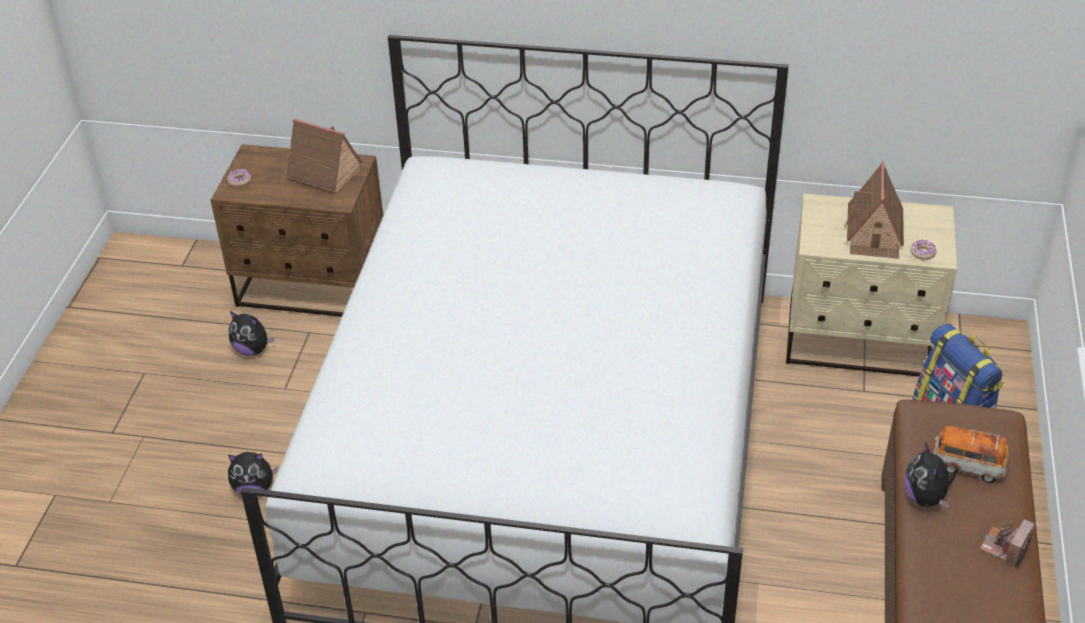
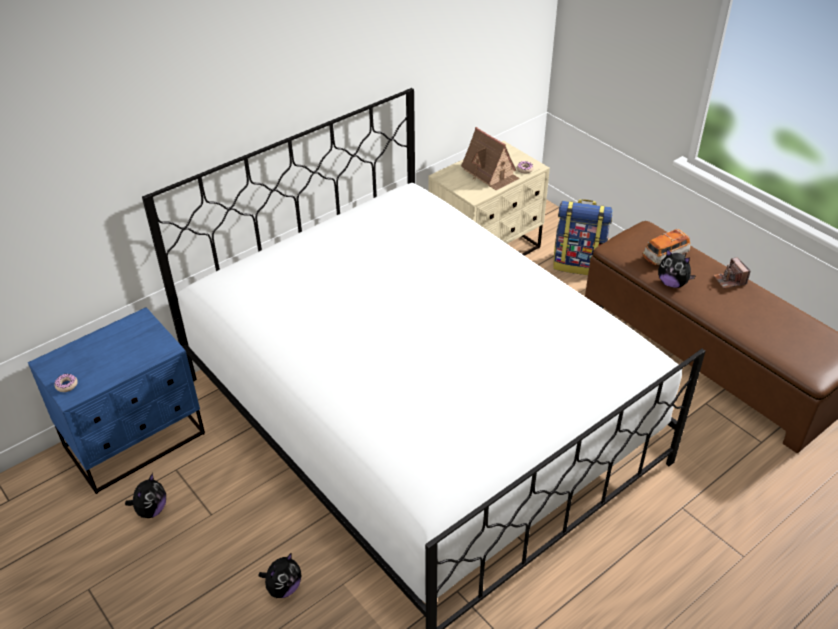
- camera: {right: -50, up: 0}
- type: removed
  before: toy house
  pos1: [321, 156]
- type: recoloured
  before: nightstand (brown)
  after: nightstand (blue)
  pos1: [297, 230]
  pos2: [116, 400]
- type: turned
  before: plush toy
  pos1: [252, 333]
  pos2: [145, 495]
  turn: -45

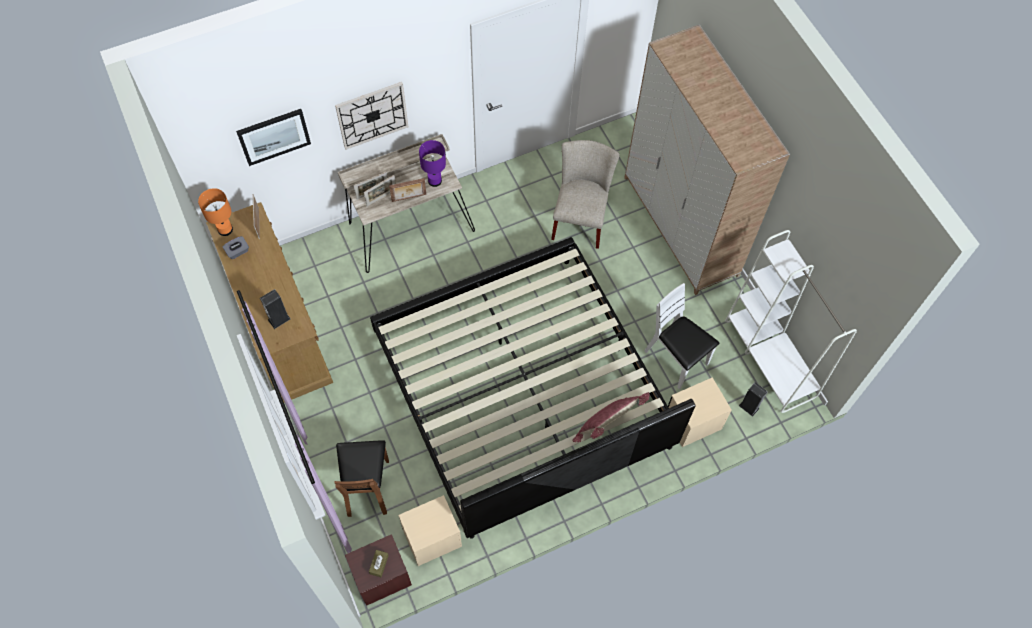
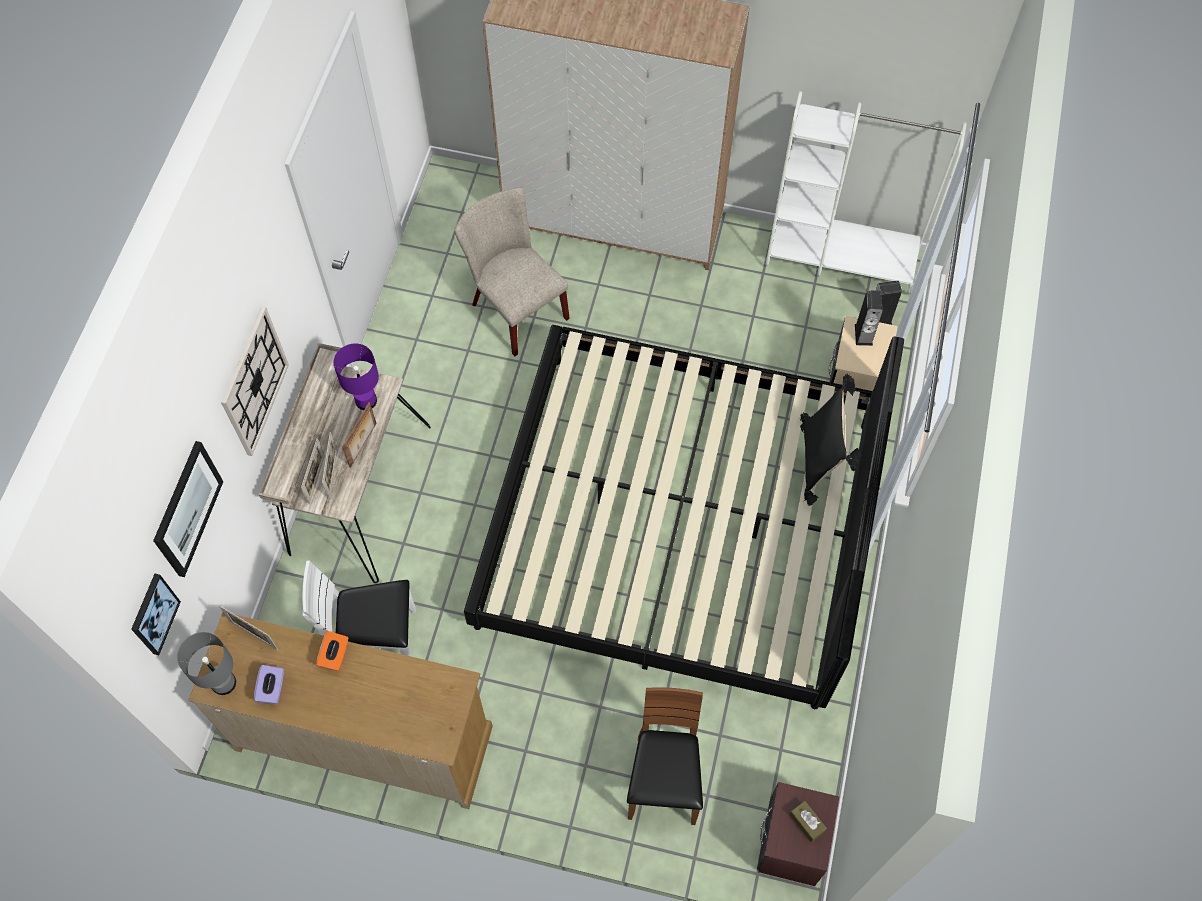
- camera: {right: -50, up: 0}
- type: removed
  before: nightstand (beige)
  pos1: [430, 530]
- type: added
  after: picture
  pos2: [156, 614]
- type: added
  after: tissue box (orange)
  pos2: [332, 651]
- type: moved
  before: speaker
  pos1: [275, 309]
  pos2: [869, 318]
- type: moved
  before: chair (white)
  pos1: [681, 336]
  pos2: [359, 608]
- type: recoloured
  before: table lamp (orange)
  after: table lamp (grey)
  pos1: [215, 212]
  pos2: [206, 663]
- type: recoloured
  before: tissue box (grey)
  after: tissue box (purple)
  pos1: [235, 247]
  pos2: [269, 684]
- type: recoloured
  before: pillow (red)
  after: pillow (black)
  pos1: [611, 417]
  pos2: [830, 439]
- type: turned
  before: chair (brown)
  pos1: [361, 478]
  pos2: [665, 756]
  turn: -120

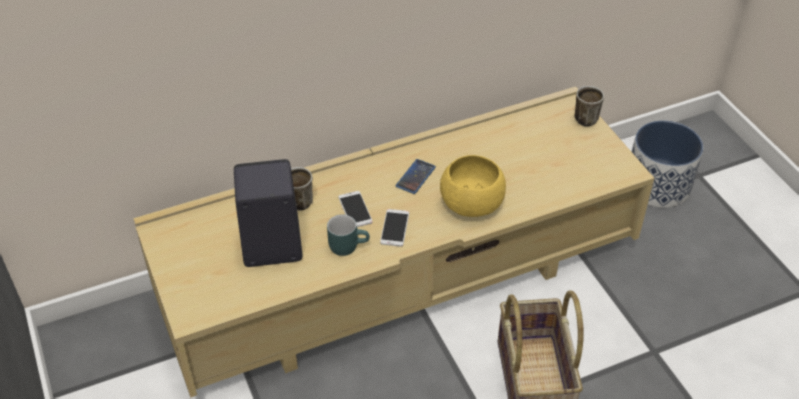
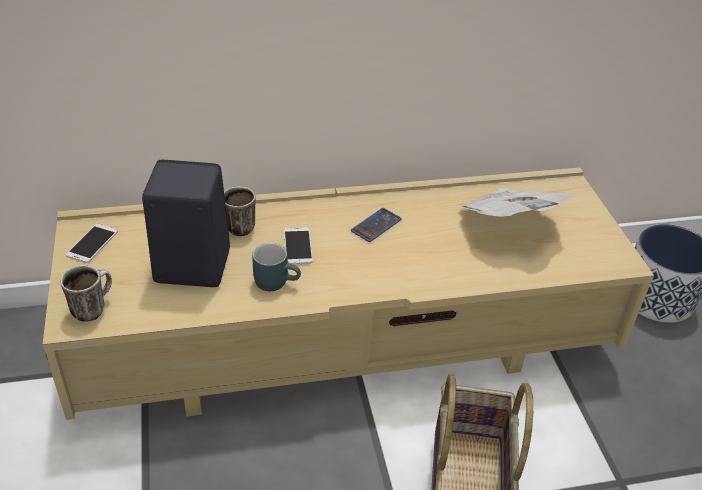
- camera: {right: 10, up: -5}
- type: removed
  before: bowl (yellow)
  pos1: [473, 186]
- type: added
  after: newspaper
  pos2: [517, 202]
- type: moved
  before: phone
  pos1: [394, 228]
  pos2: [92, 243]
- type: moved
  before: mug
  pos1: [589, 106]
  pos2: [86, 293]

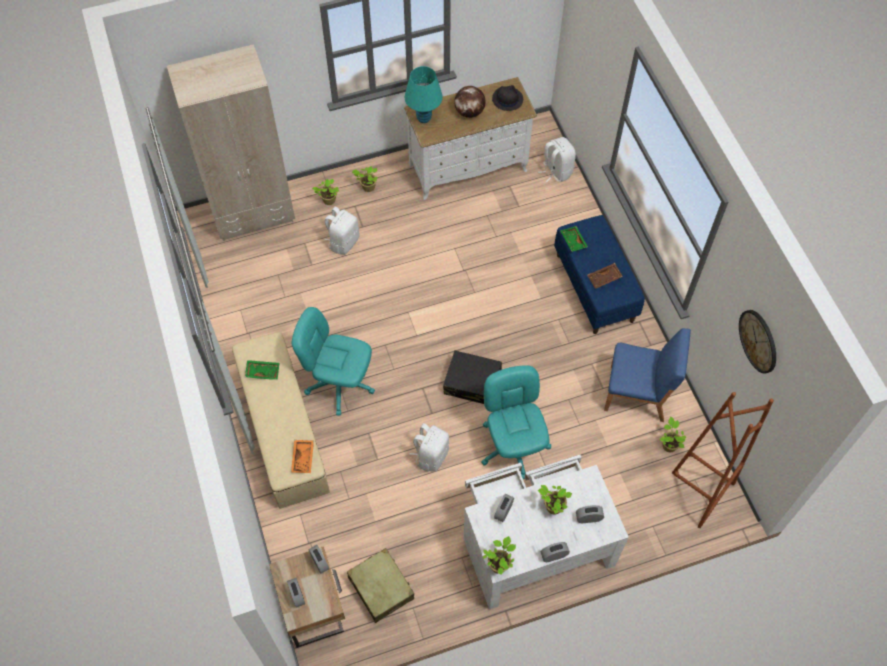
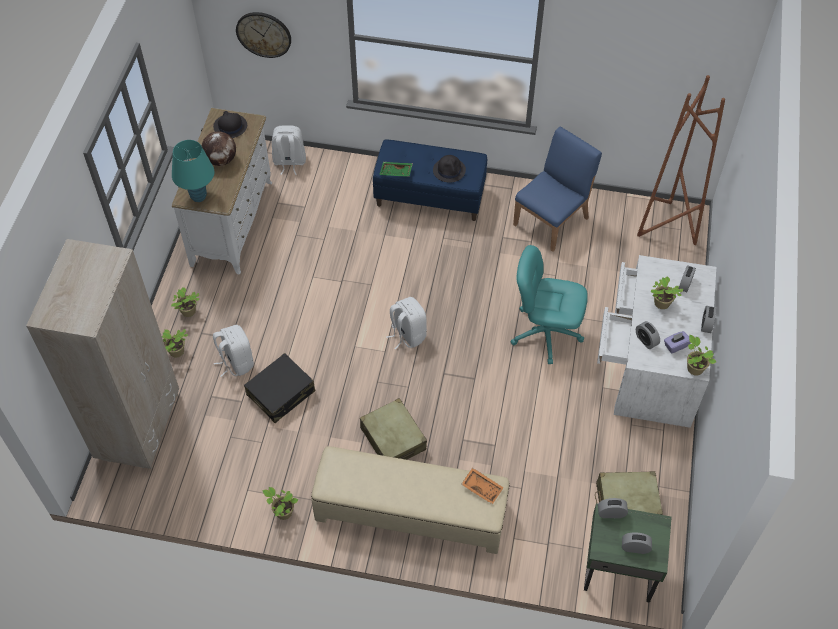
- camera: {right: -60, up: -5}
- type: removed
  before: tray (green)
  pos1: [262, 370]
- type: added
  after: tissue box (purple)
  pos2: [677, 342]
- type: moved
  before: backpack (white)
  pos1: [429, 447]
  pos2: [406, 323]
- type: moved
  before: suitcase (black)
  pos1: [472, 377]
  pos2: [279, 388]
- type: moved
  before: potted plant
  pos1: [672, 434]
  pos2: [281, 503]
- type: moved
  before: wall clock
  pos1: [757, 342]
  pos2: [263, 35]
- type: replaced
  before: office chair (turquoise)
  after: suitcase (beige)
  pos1: [333, 361]
  pos2: [393, 429]
- type: replaced
  before: tray (brown)
  after: hat (black)
  pos1: [605, 276]
  pos2: [449, 169]
- type: recoloured
  before: nightstand (beige)
  after: nightstand (green)
  pos1: [307, 597]
  pos2: [628, 553]

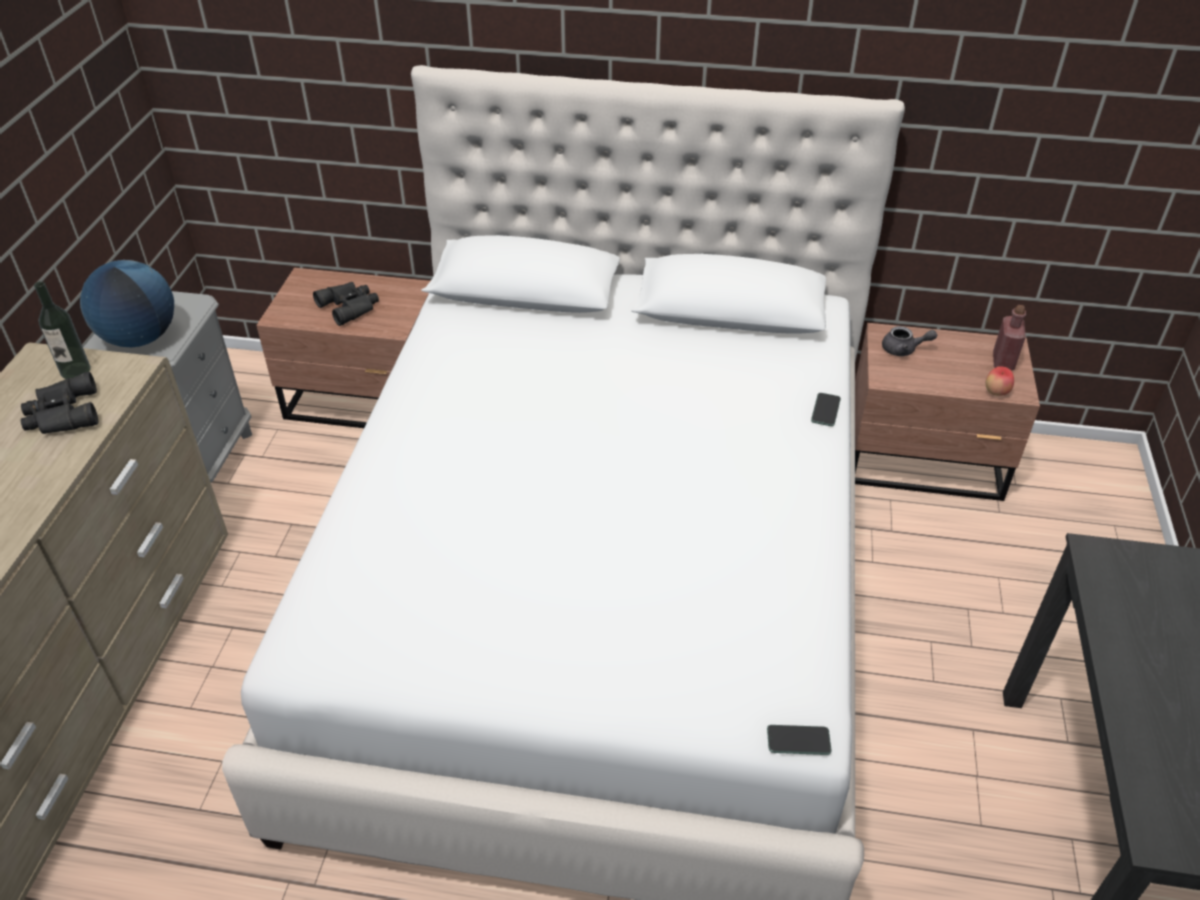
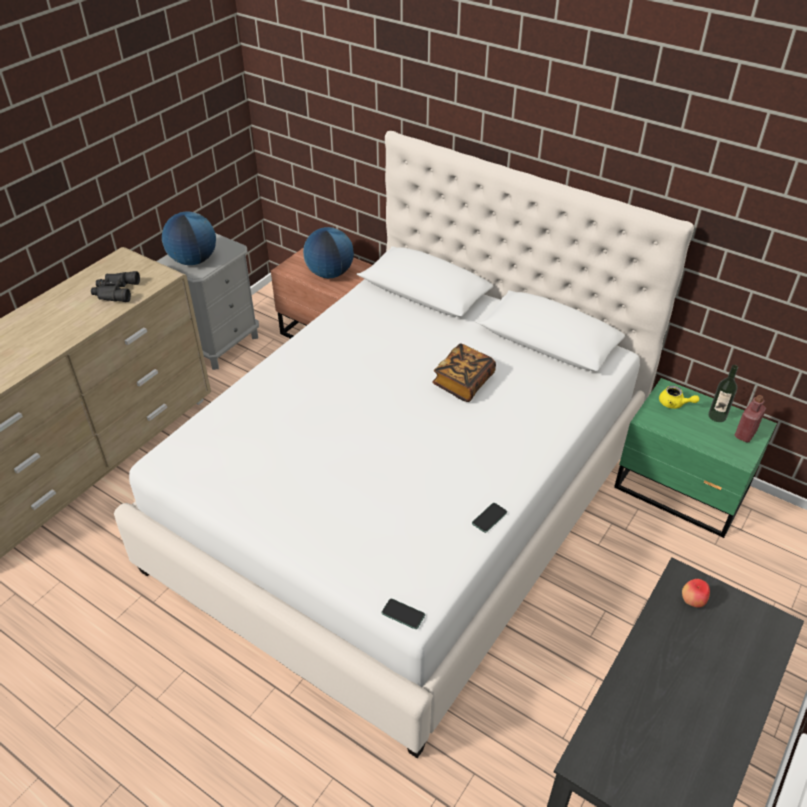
- camera: {right: 25, up: 0}
- type: added
  after: book
  pos2: [464, 372]
- type: moved
  before: bottle
  pos1: [62, 330]
  pos2: [723, 393]
- type: moved
  before: phone
  pos1: [826, 409]
  pos2: [489, 518]
- type: moved
  before: apple
  pos1: [1000, 381]
  pos2: [696, 593]
- type: replaced
  before: binoculars (black)
  after: globe
  pos1: [346, 304]
  pos2: [328, 252]
- type: recoloured
  before: nightstand (brown)
  after: nightstand (green)
  pos1: [947, 412]
  pos2: [695, 458]
- type: recoloured
  before: teapot (grey)
  after: teapot (yellow)
  pos1: [909, 341]
  pos2: [679, 397]

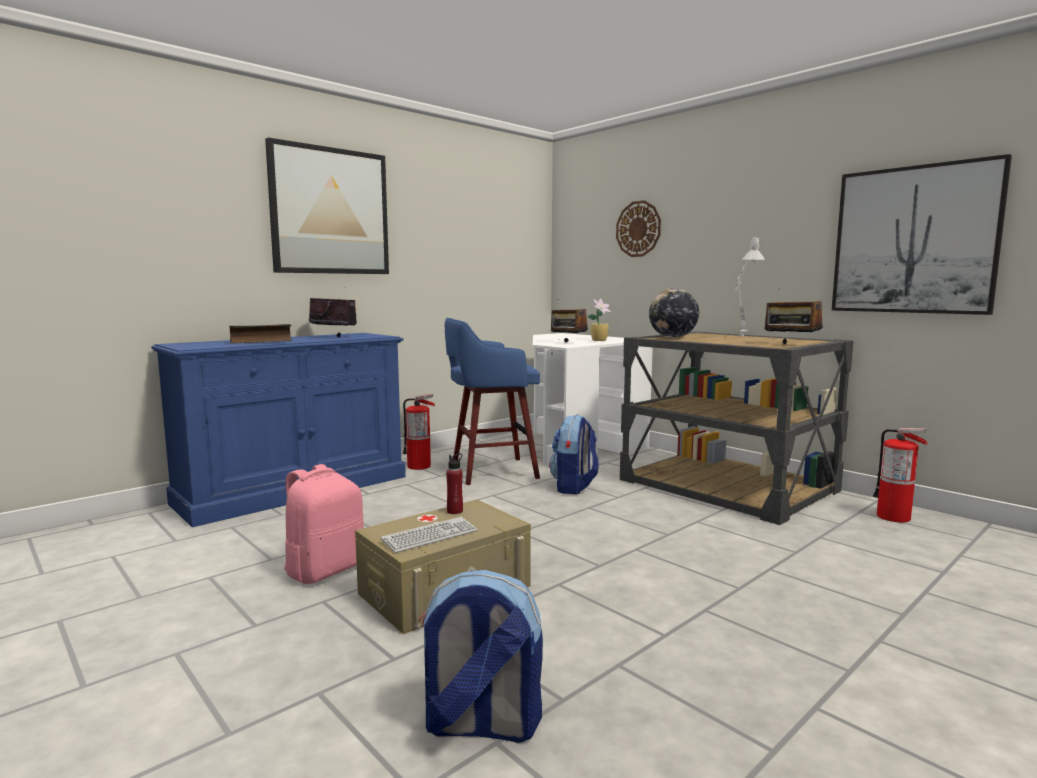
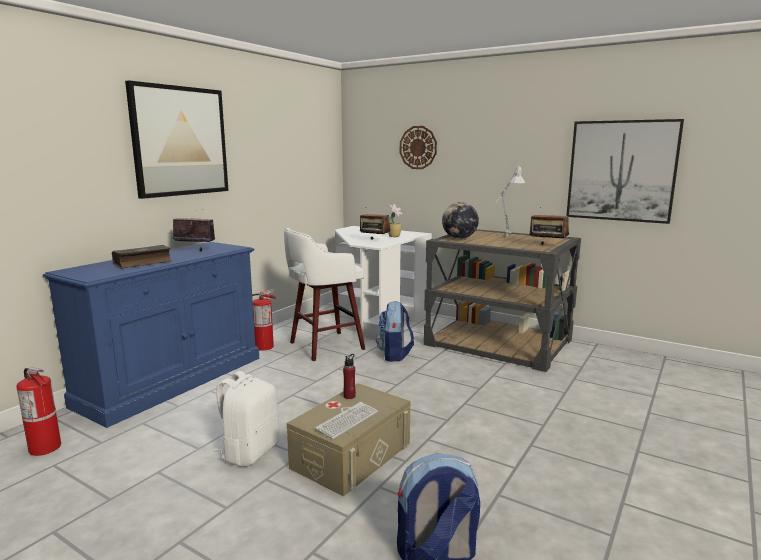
- camera: {right: -15, up: 5}
- type: moved
  before: fire extinguisher
  pos1: [900, 475]
  pos2: [38, 411]
- type: recoloured
  before: backpack (pink)
  after: backpack (white)
  pos1: [324, 524]
  pos2: [246, 419]
- type: recoloured
  before: stool (blue)
  after: stool (white)
  pos1: [492, 401]
  pos2: [324, 294]

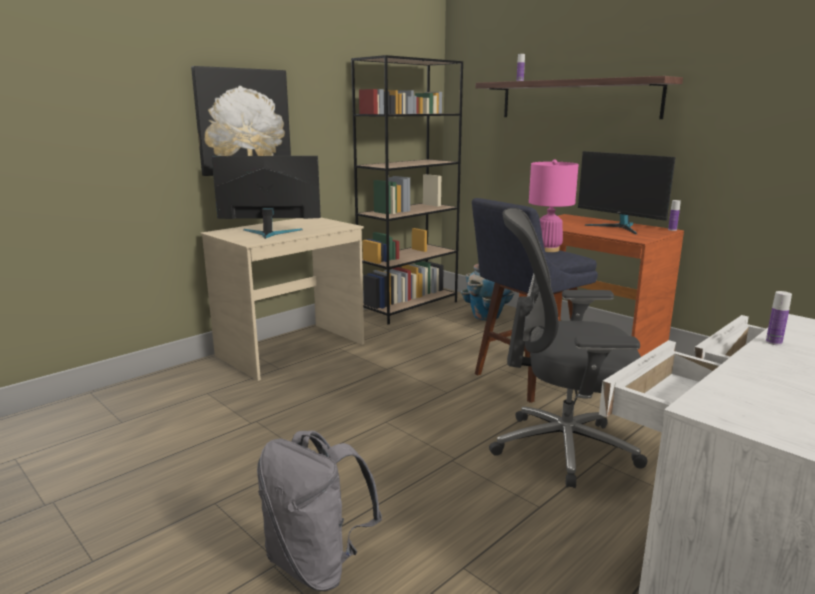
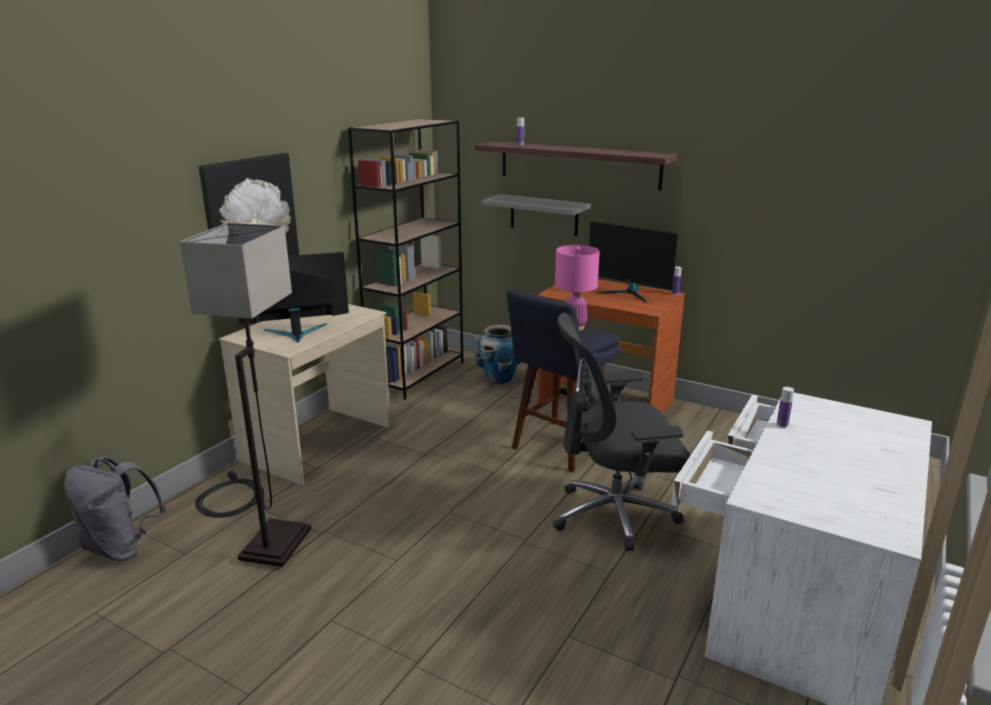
- camera: {right: -15, up: 5}
- type: added
  after: floor lamp
  pos2: [245, 395]
- type: added
  after: shelf (grey)
  pos2: [536, 215]
- type: moved
  before: backpack (grey)
  pos1: [319, 511]
  pos2: [115, 509]

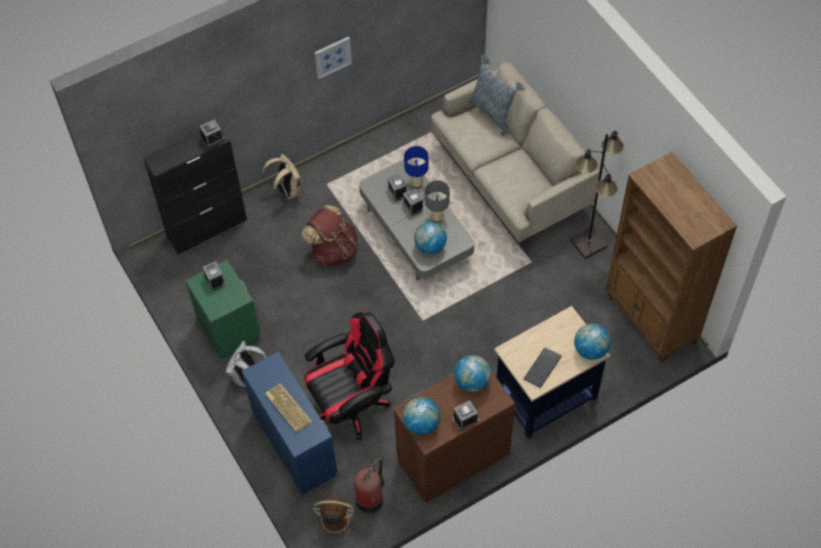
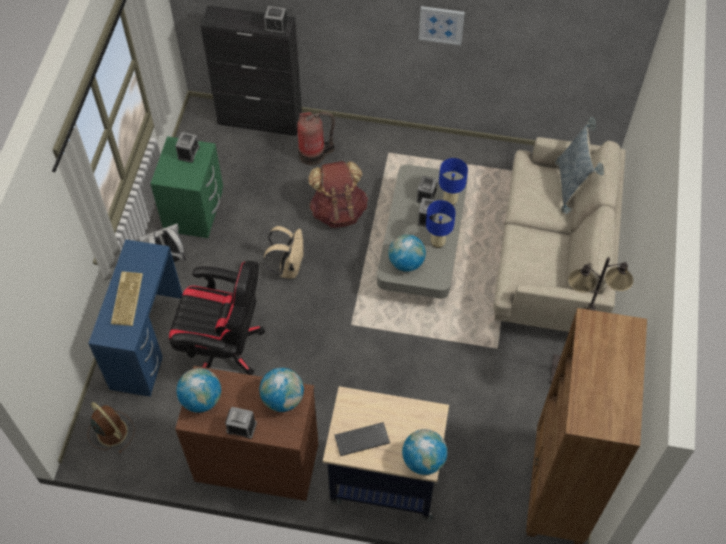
- camera: {right: 40, up: 0}
- type: moved
  before: backpack (beige)
  pos1: [282, 177]
  pos2: [283, 252]
- type: moved
  before: fire extinguisher
  pos1: [369, 485]
  pos2: [316, 138]
- type: recoloured
  before: table lamp (grey)
  after: table lamp (blue)
  pos1: [437, 201]
  pos2: [441, 224]

